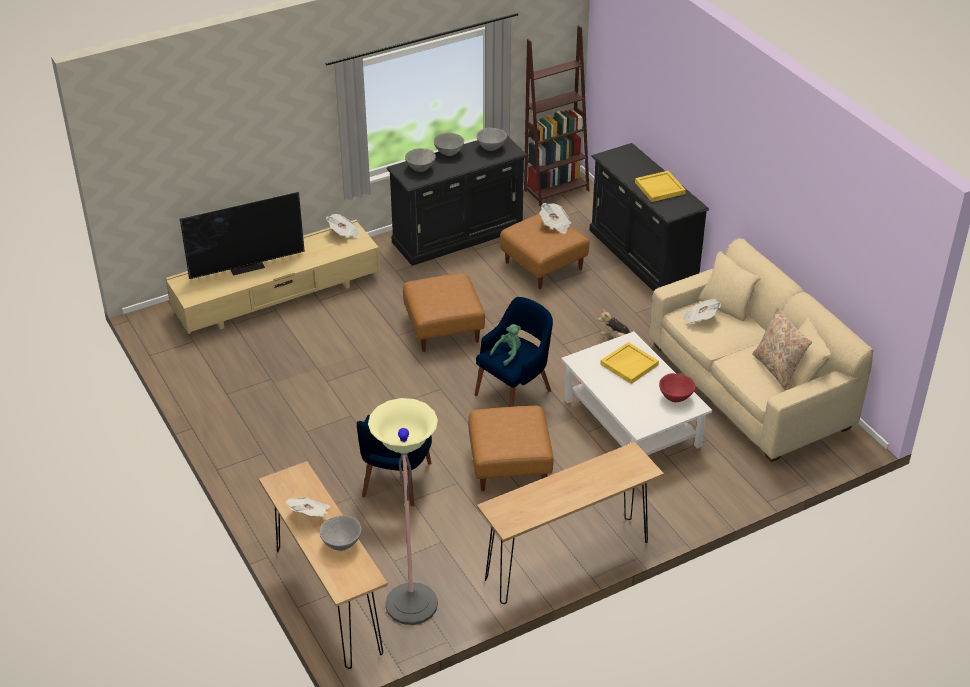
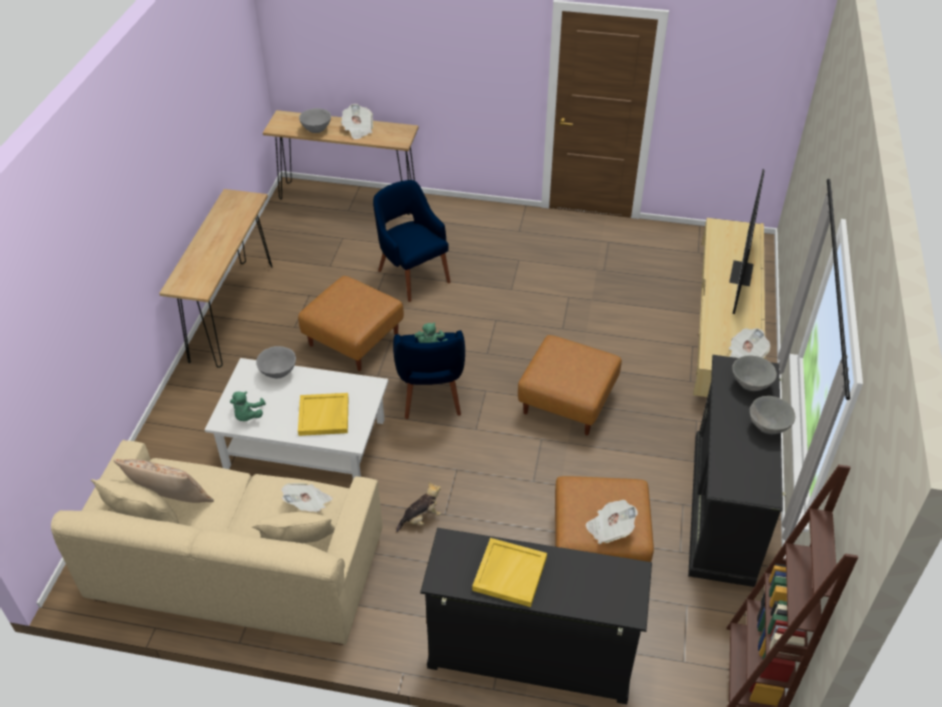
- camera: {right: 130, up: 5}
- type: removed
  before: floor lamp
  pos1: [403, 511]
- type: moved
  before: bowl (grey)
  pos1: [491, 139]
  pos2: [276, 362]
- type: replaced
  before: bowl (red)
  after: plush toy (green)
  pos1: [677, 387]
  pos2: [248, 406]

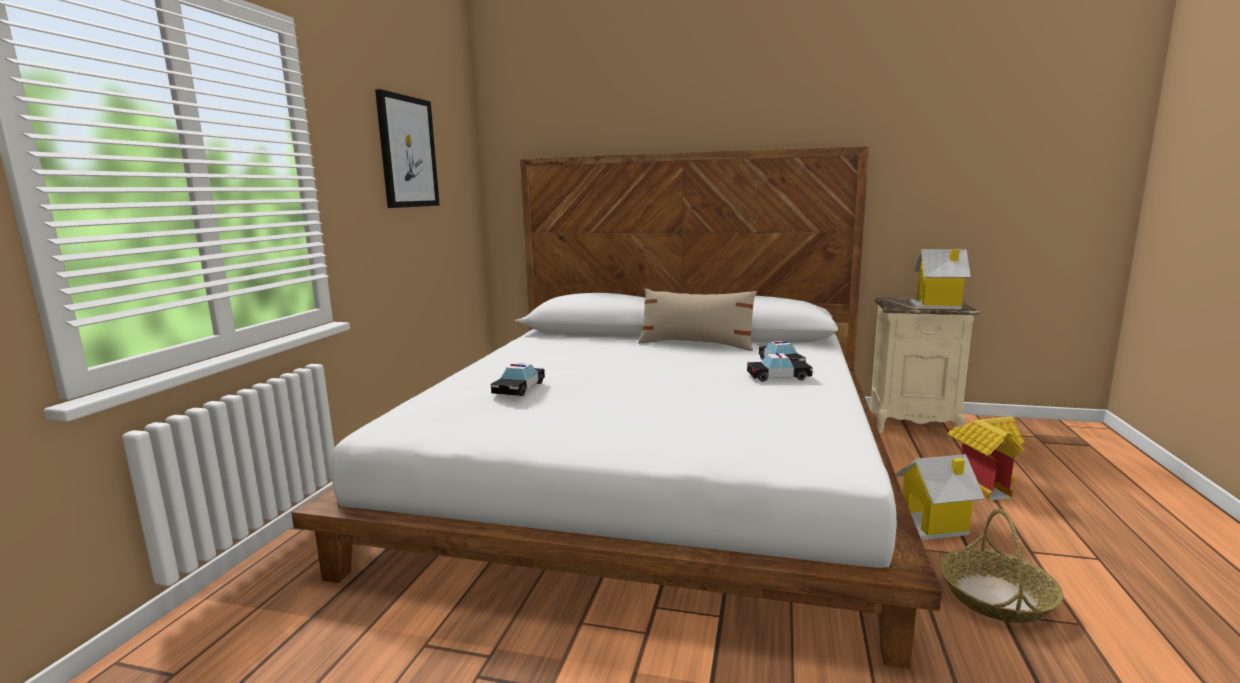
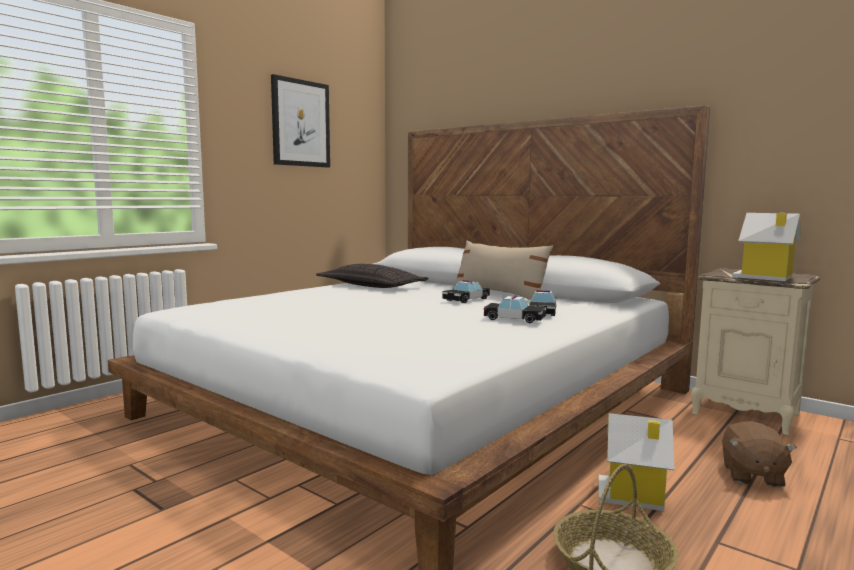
- camera: {right: 25, up: -5}
- type: added
  after: pillow
  pos2: [372, 276]
- type: moved
  before: toy car
  pos1: [518, 379]
  pos2: [466, 291]
- type: replaced
  before: toy house
  after: plush toy (brown)
  pos1: [986, 459]
  pos2: [759, 454]

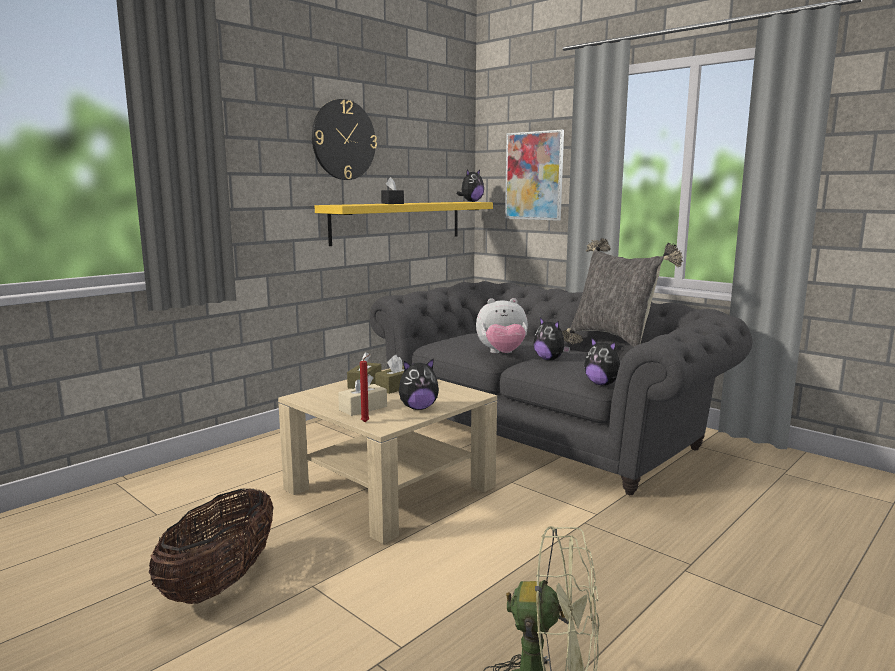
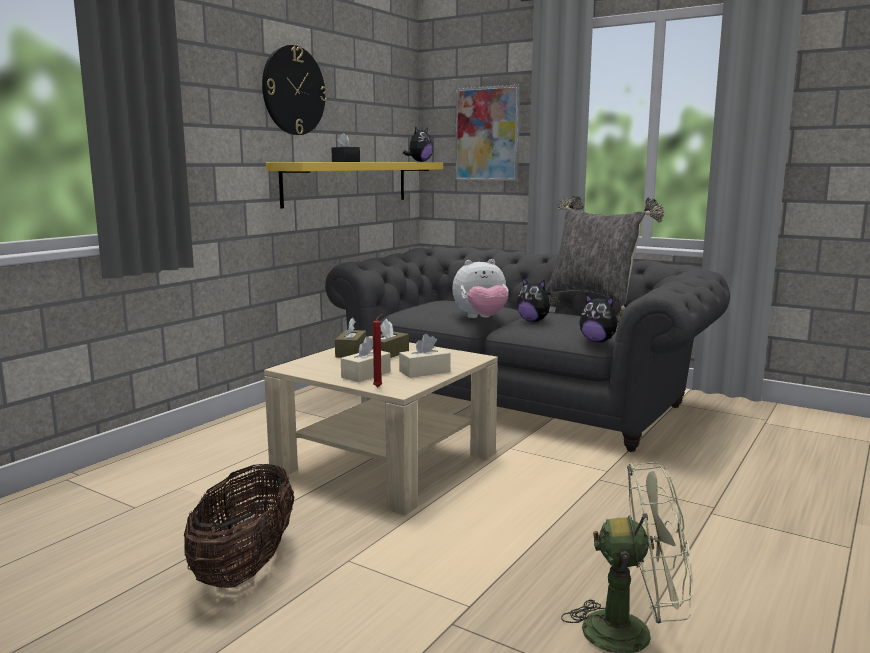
- camera: {right: -10, up: 0}
- type: replaced
  before: plush toy
  after: tissue box (beige)
  pos1: [419, 384]
  pos2: [425, 356]

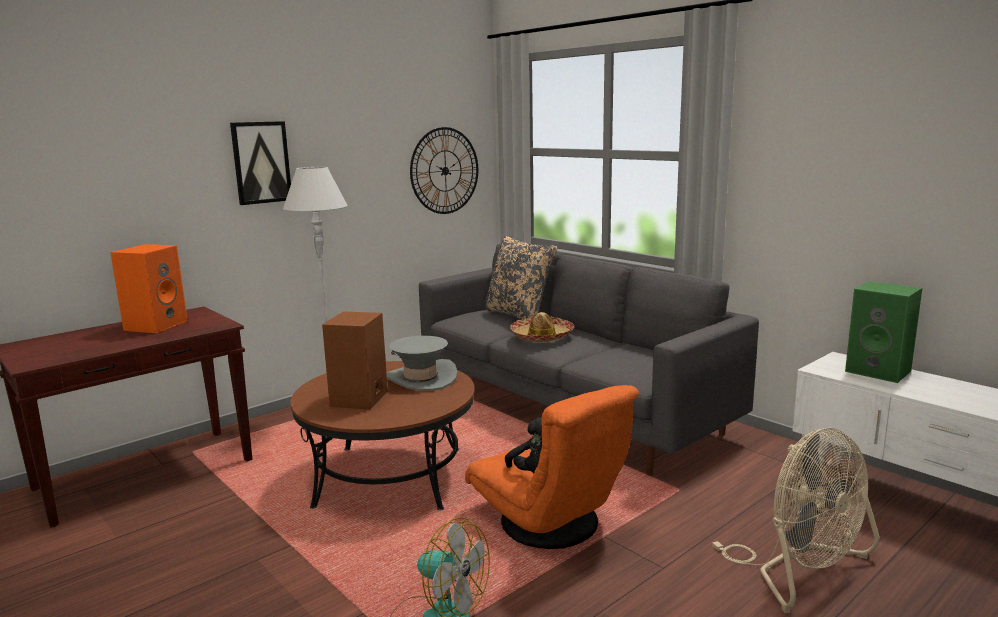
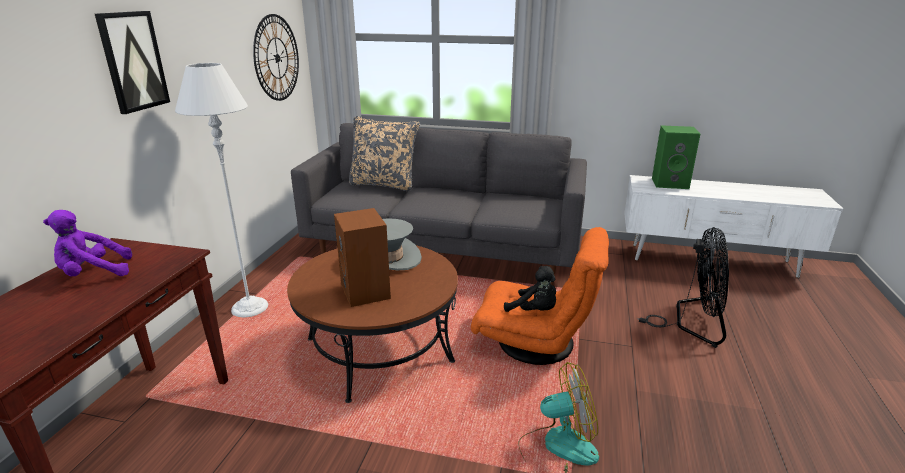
- camera: {right: -35, up: 10}
- type: removed
  before: hat
  pos1: [542, 327]
- type: replaced
  before: speaker (orange)
  after: plush toy (purple)
  pos1: [149, 288]
  pos2: [87, 243]
- type: recoloured
  before: fan (beige)
  after: fan (black)
  pos1: [796, 520]
  pos2: [683, 287]

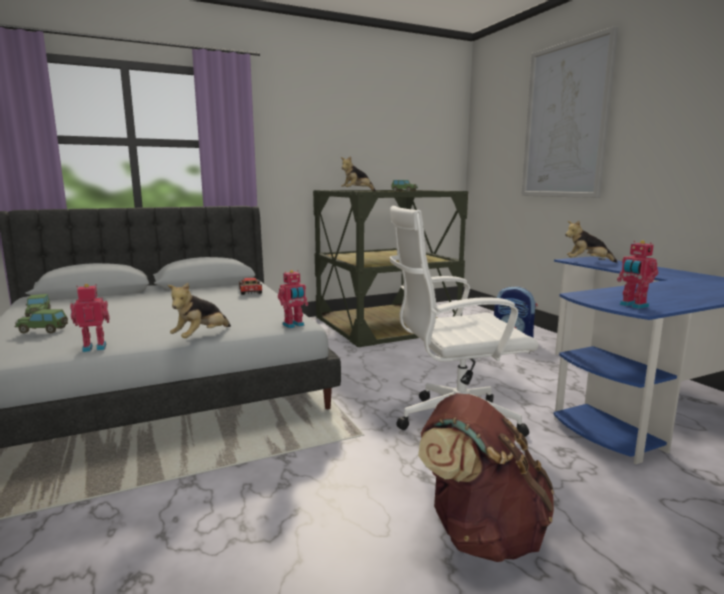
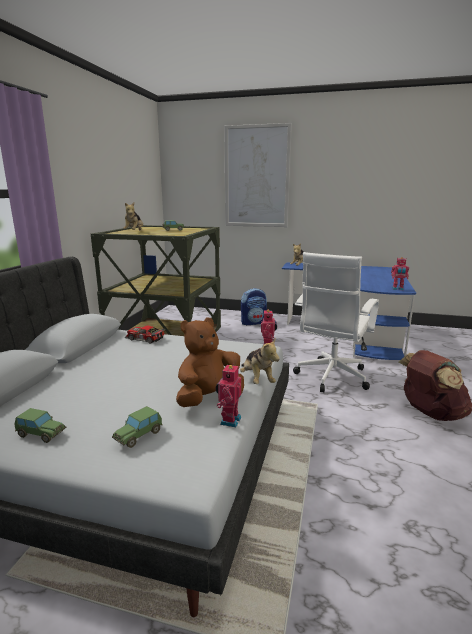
- camera: {right: -50, up: 5}
- type: added
  after: plush toy (brown)
  pos2: [210, 362]

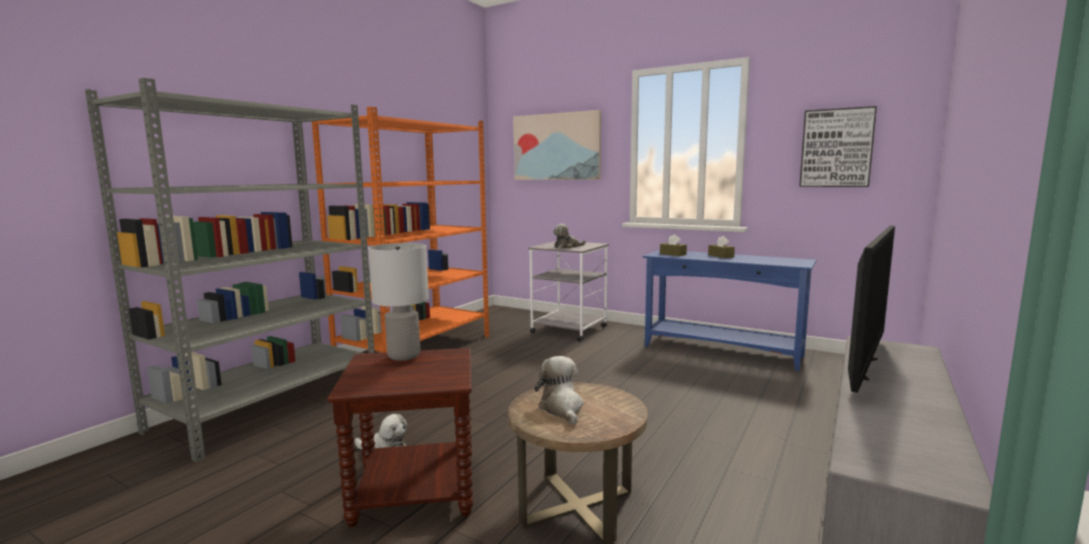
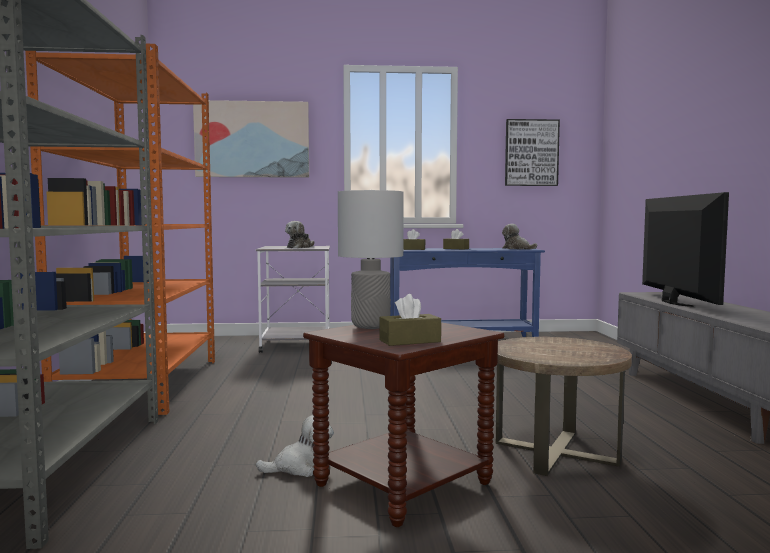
- camera: {right: -35, up: -5}
- type: added
  after: tissue box (brown)
  pos2: [410, 320]
- type: moved
  before: plush toy
  pos1: [559, 390]
  pos2: [519, 236]

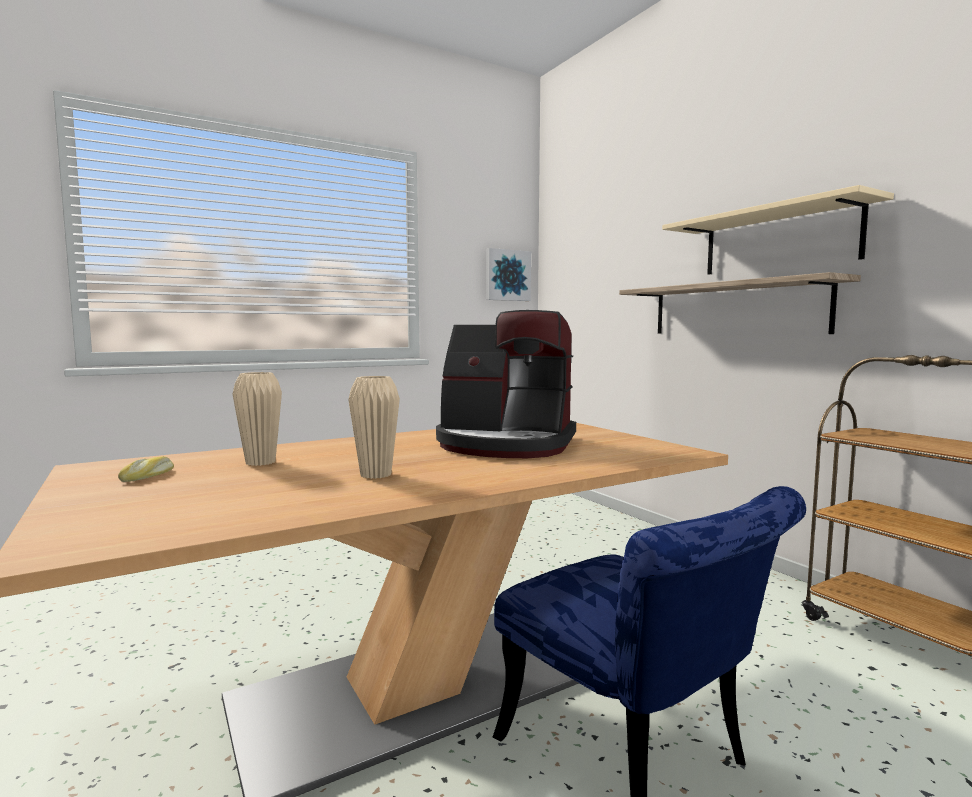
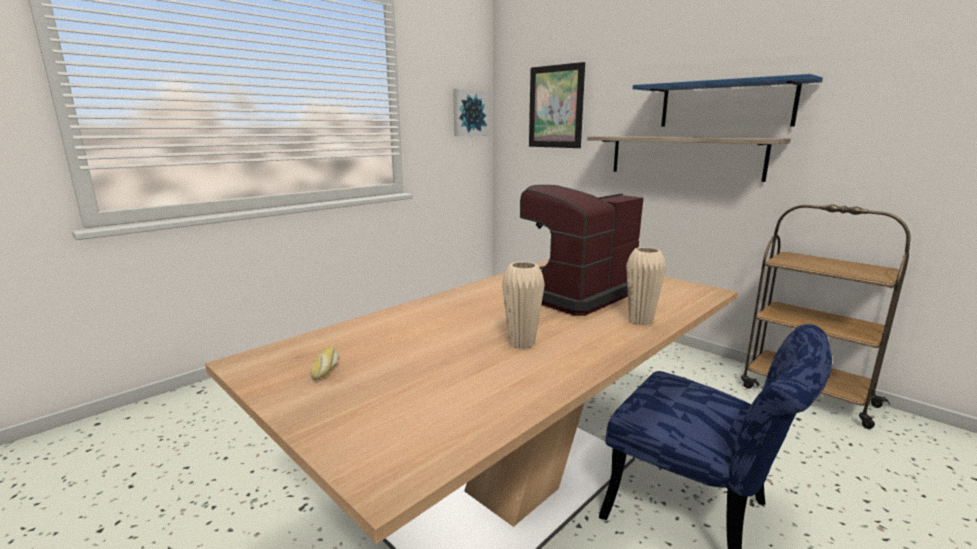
- camera: {right: -15, up: 10}
- type: added
  after: picture
  pos2: [557, 105]
- type: moved
  before: vase (beige)
  pos1: [257, 419]
  pos2: [646, 286]
- type: recoloured
  before: shelf (beige)
  after: shelf (blue)
  pos1: [778, 230]
  pos2: [728, 100]
- type: turned
  before: coffee machine
  pos1: [506, 384]
  pos2: [581, 250]
  turn: 135

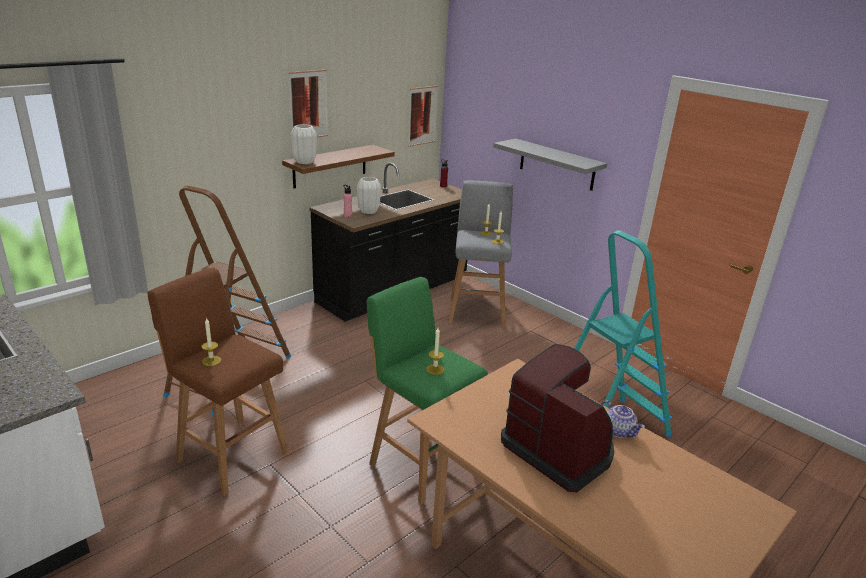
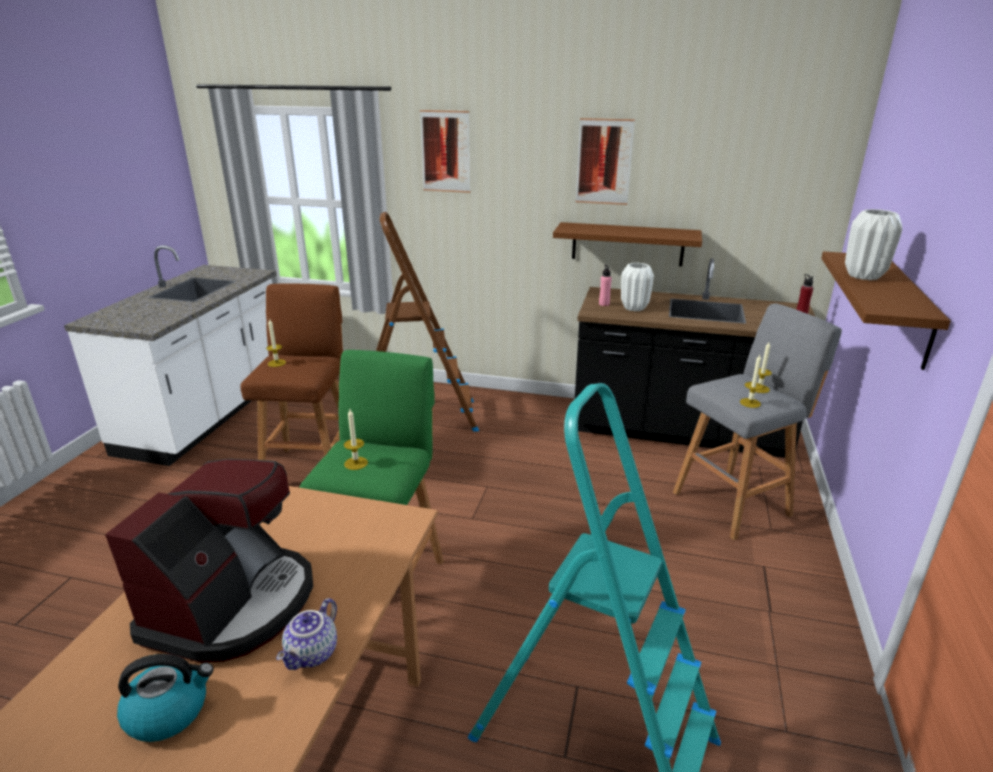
- camera: {right: 60, up: 0}
- type: added
  after: kettle
  pos2: [165, 698]
- type: moved
  before: vase (white)
  pos1: [304, 144]
  pos2: [873, 244]
- type: moved
  before: picture
  pos1: [423, 116]
  pos2: [445, 151]
- type: recoloured
  before: shelf (grey)
  after: shelf (brown)
  pos1: [550, 164]
  pos2: [886, 310]

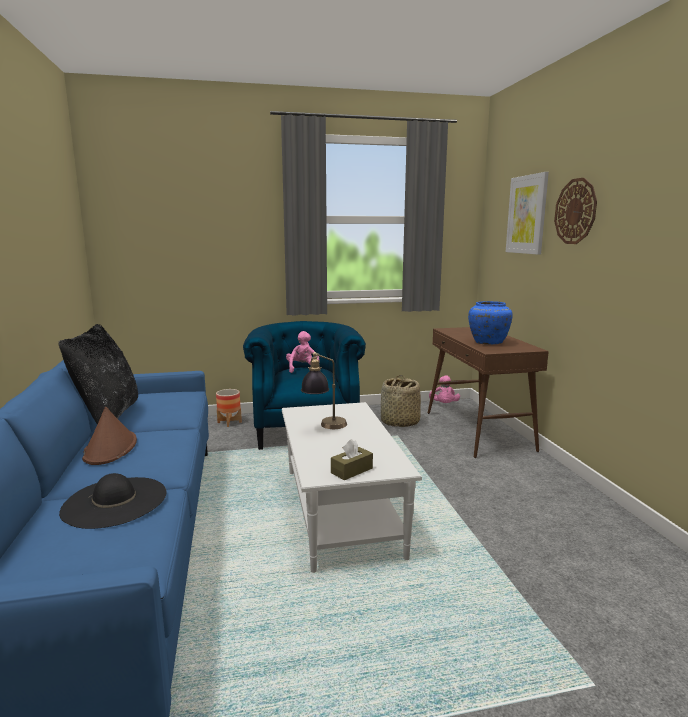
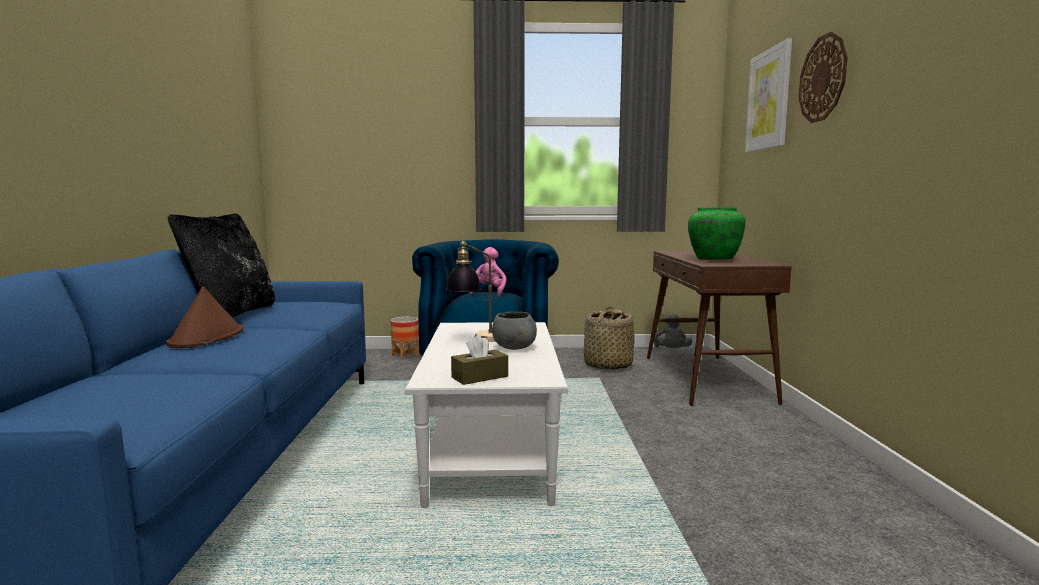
- camera: {right: 10, up: -5}
- type: removed
  before: hat (black)
  pos1: [112, 501]
- type: added
  after: bowl (grey)
  pos2: [514, 331]
- type: recoloured
  before: plush toy (pink)
  after: plush toy (grey)
  pos1: [444, 389]
  pos2: [673, 330]
- type: recoloured
  before: vase (blue)
  after: vase (green)
  pos1: [490, 322]
  pos2: [716, 233]

